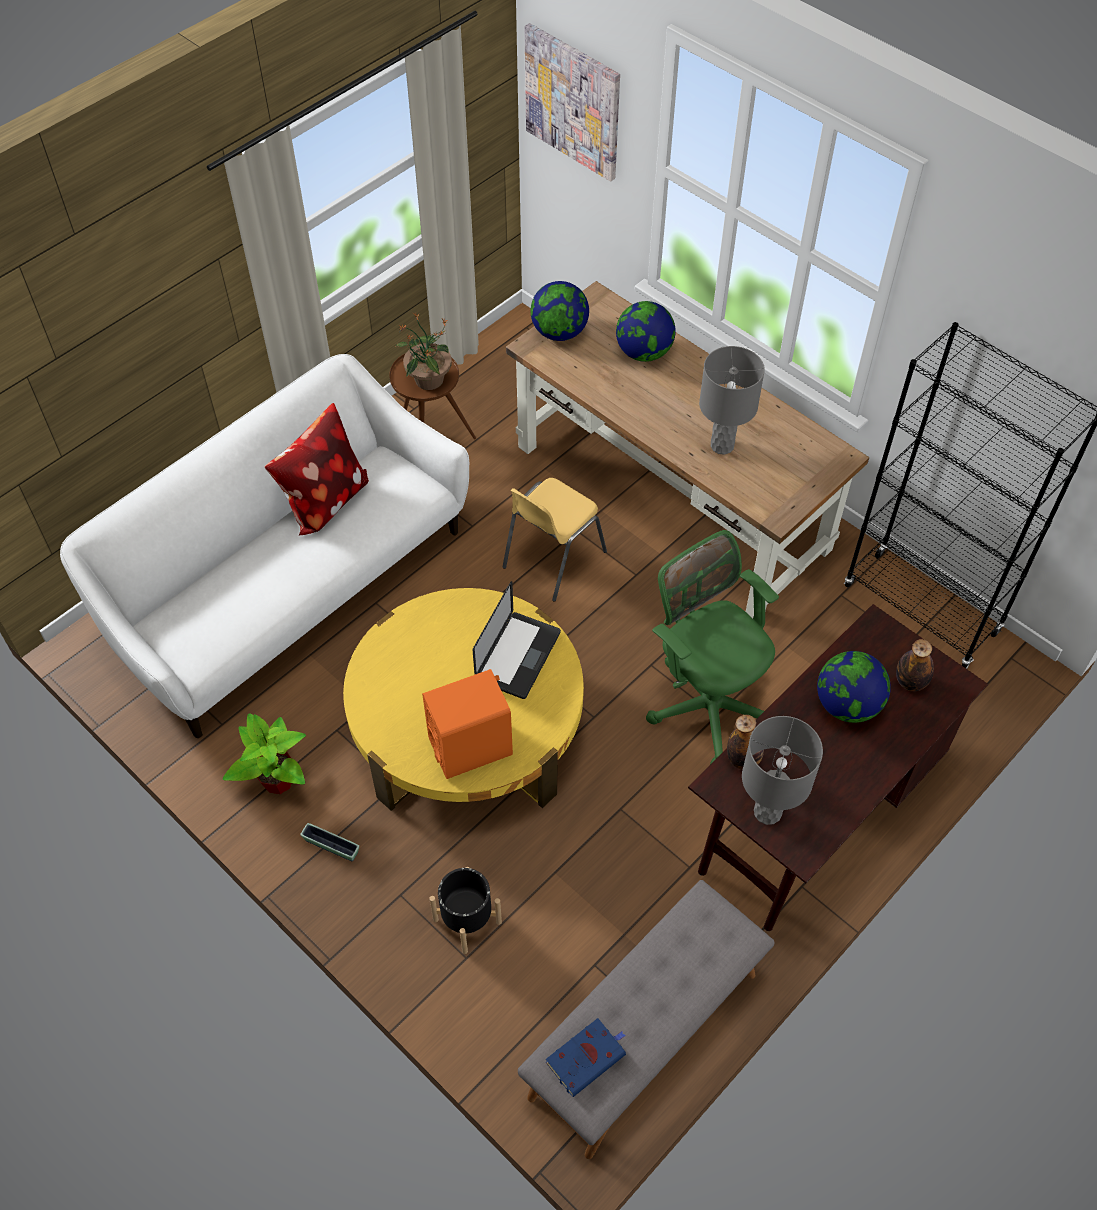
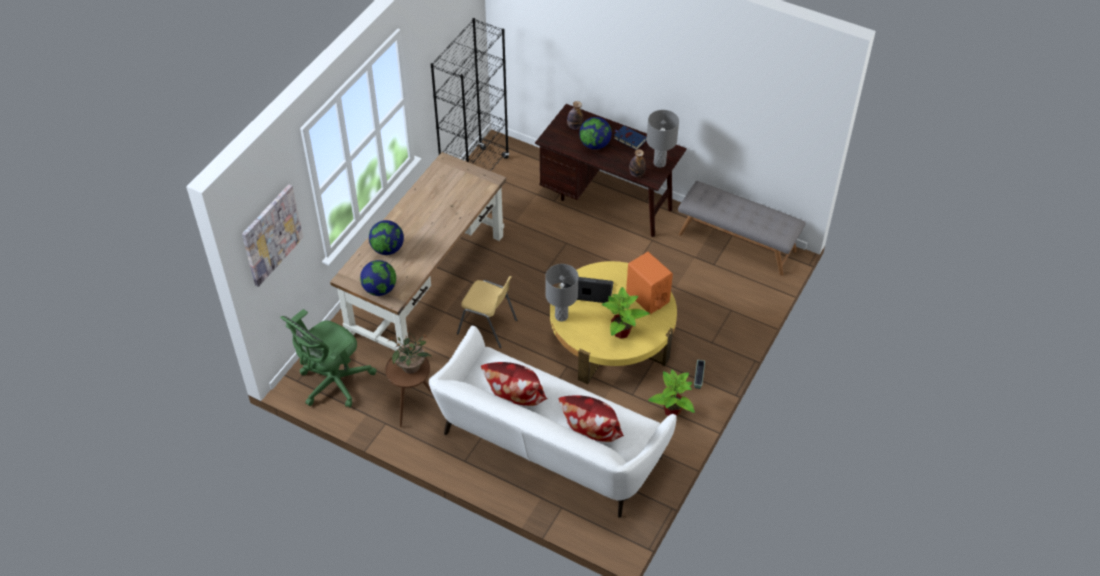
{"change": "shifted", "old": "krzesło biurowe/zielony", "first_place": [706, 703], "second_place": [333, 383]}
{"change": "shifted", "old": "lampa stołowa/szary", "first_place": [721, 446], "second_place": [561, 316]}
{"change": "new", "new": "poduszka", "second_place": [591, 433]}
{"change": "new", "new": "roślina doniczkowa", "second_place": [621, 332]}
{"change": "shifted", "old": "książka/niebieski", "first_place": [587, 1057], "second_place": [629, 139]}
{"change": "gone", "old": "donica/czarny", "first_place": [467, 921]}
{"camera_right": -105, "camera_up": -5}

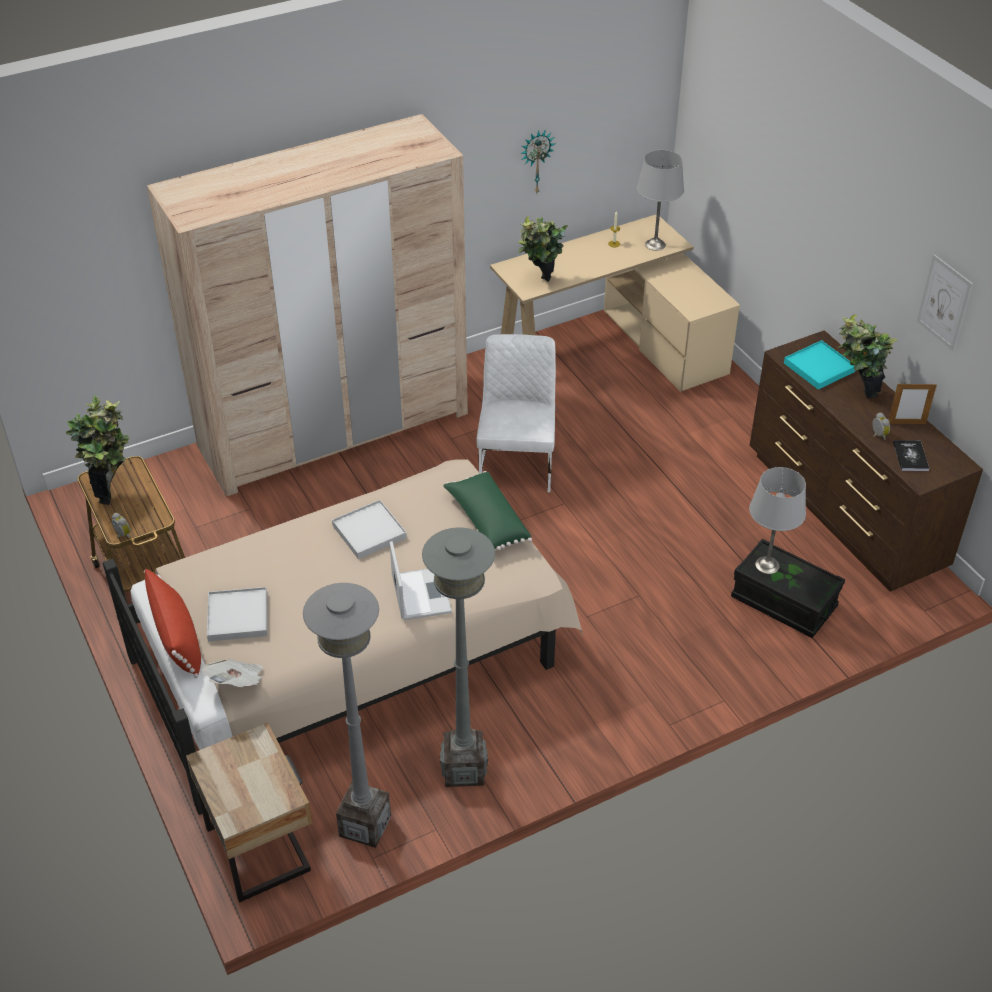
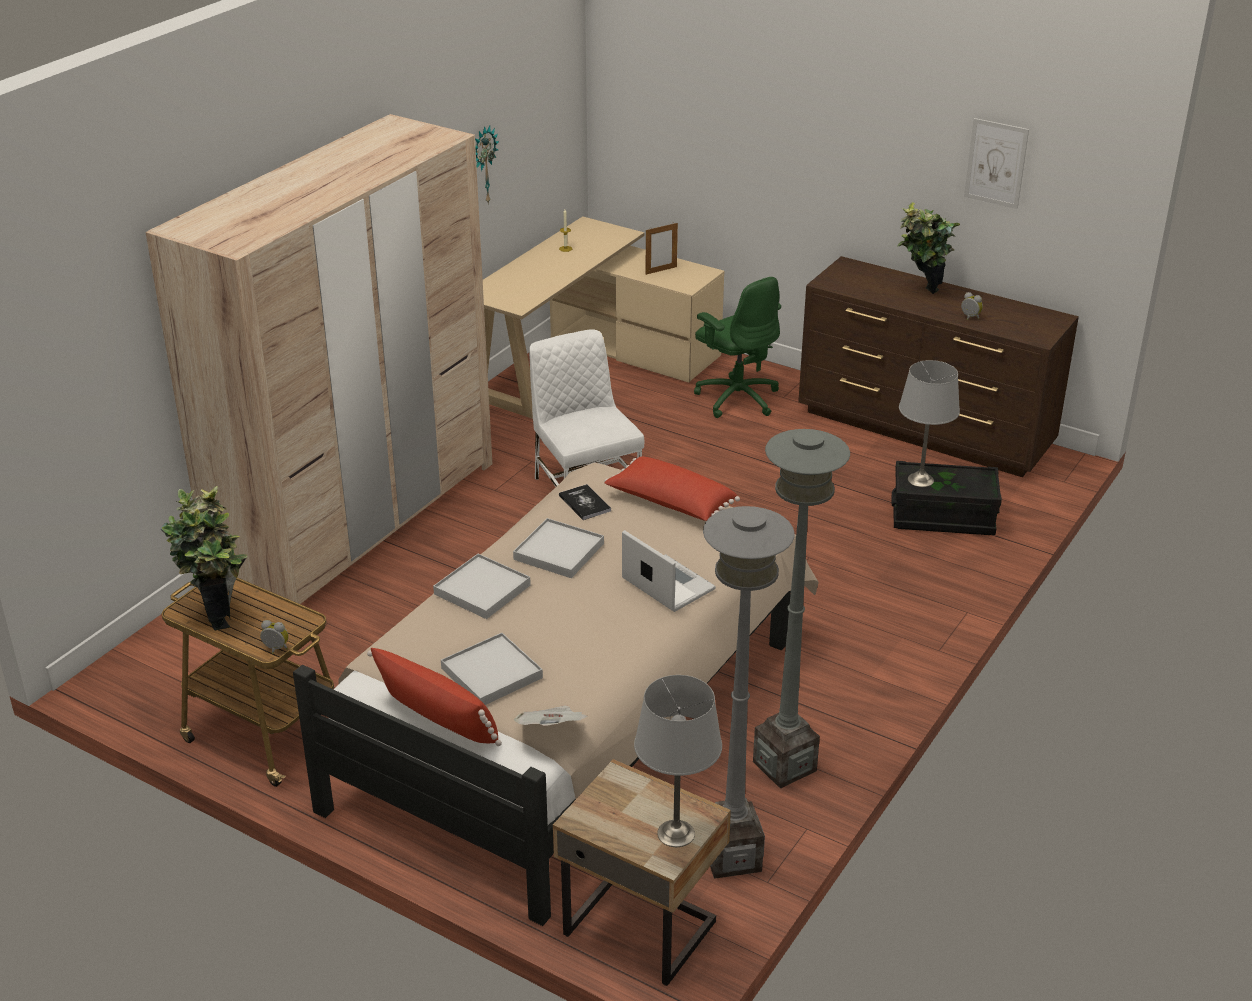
{"change": "new", "new": "taca/biały", "second_place": [482, 589]}
{"change": "shifted", "old": "książka", "first_place": [910, 456], "second_place": [584, 503]}
{"change": "repainted", "old": "poduszka/zielony", "new": "poduszka/czerwony", "first_place": [486, 521], "second_place": [670, 503]}
{"change": "shifted", "old": "lampa stołowa/szary", "first_place": [655, 245], "second_place": [676, 834]}
{"change": "shifted", "old": "ramka na zdjęcie", "first_place": [906, 423], "second_place": [661, 270]}
{"change": "new", "new": "krzesło biurowe/zielony", "second_place": [737, 398]}
{"change": "gone", "old": "roślina doniczkowa", "first_place": [540, 286]}
{"change": "gone", "old": "taca/turkusowy", "first_place": [819, 367]}
{"camera_right": -30, "camera_up": -10}

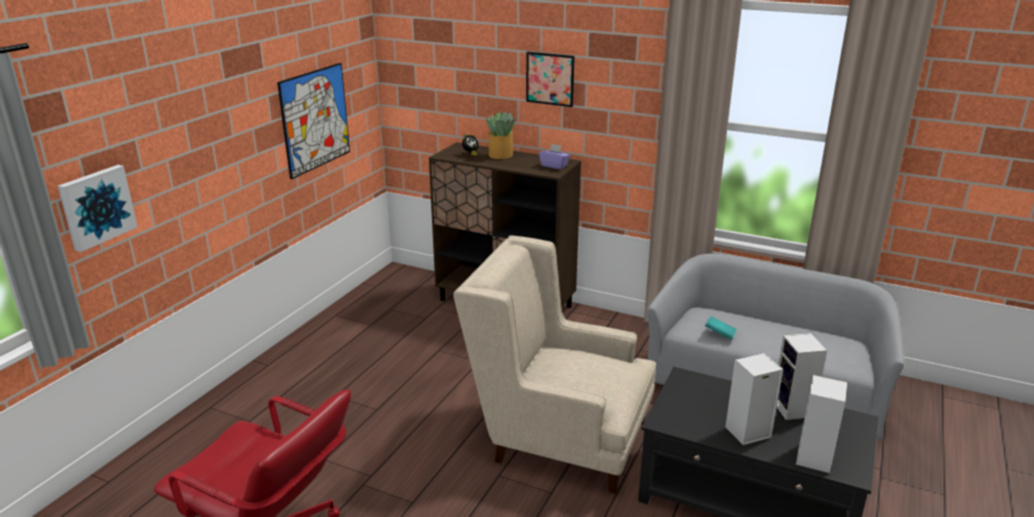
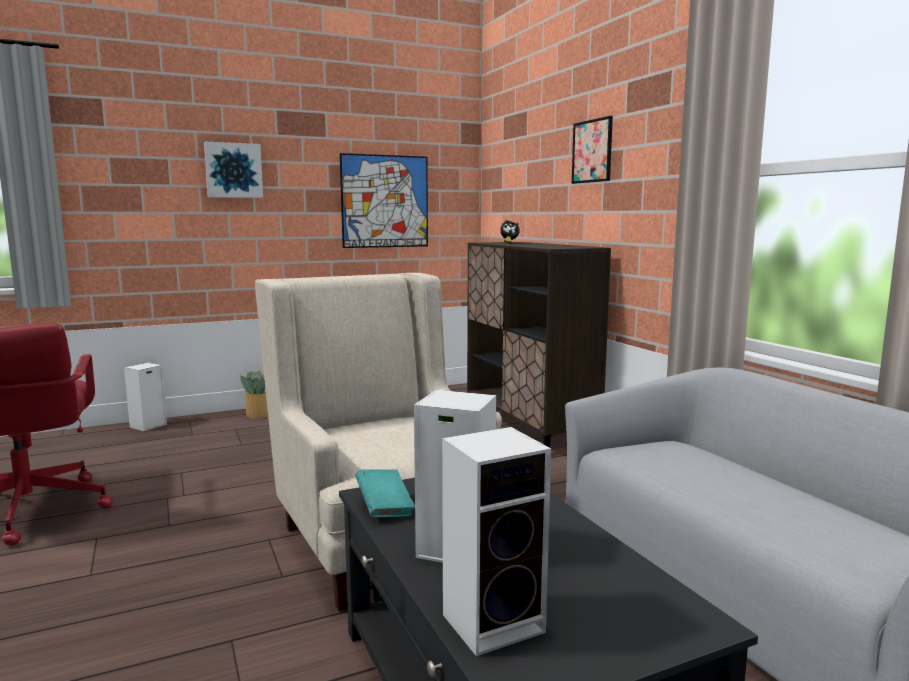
{"change": "shifted", "old": "głośnik", "first_place": [794, 409], "second_place": [147, 426]}
{"change": "shifted", "old": "obraz", "first_place": [96, 206], "second_place": [233, 170]}
{"change": "shifted", "old": "roślina doniczkowa", "first_place": [500, 155], "second_place": [259, 414]}
{"change": "shifted", "old": "książka/turkusowy", "first_place": [719, 335], "second_place": [384, 508]}
{"change": "gone", "old": "pudełko chusteczek/fioletowy", "first_place": [554, 166]}
{"camera_right": 40, "camera_up": -15}

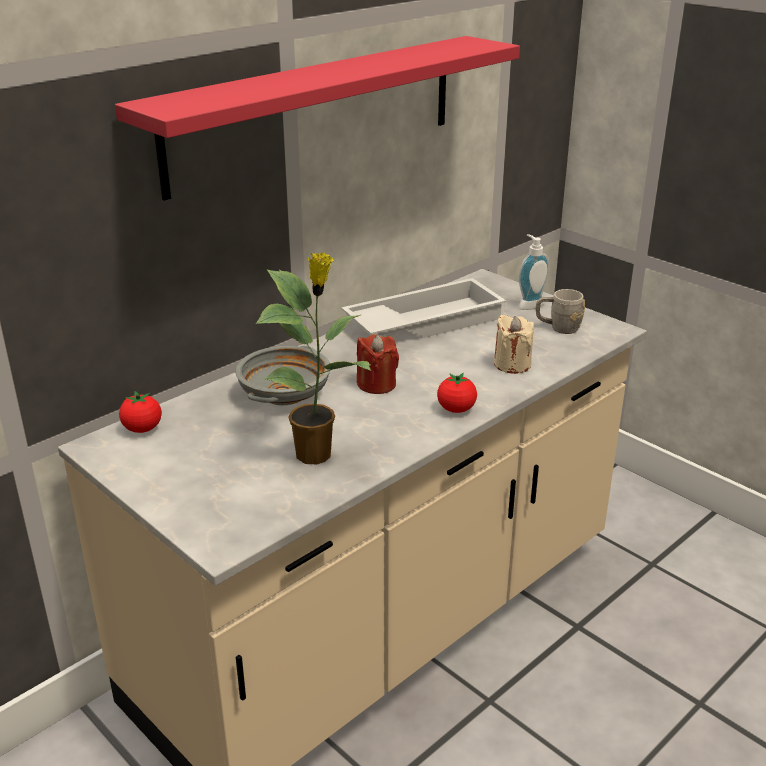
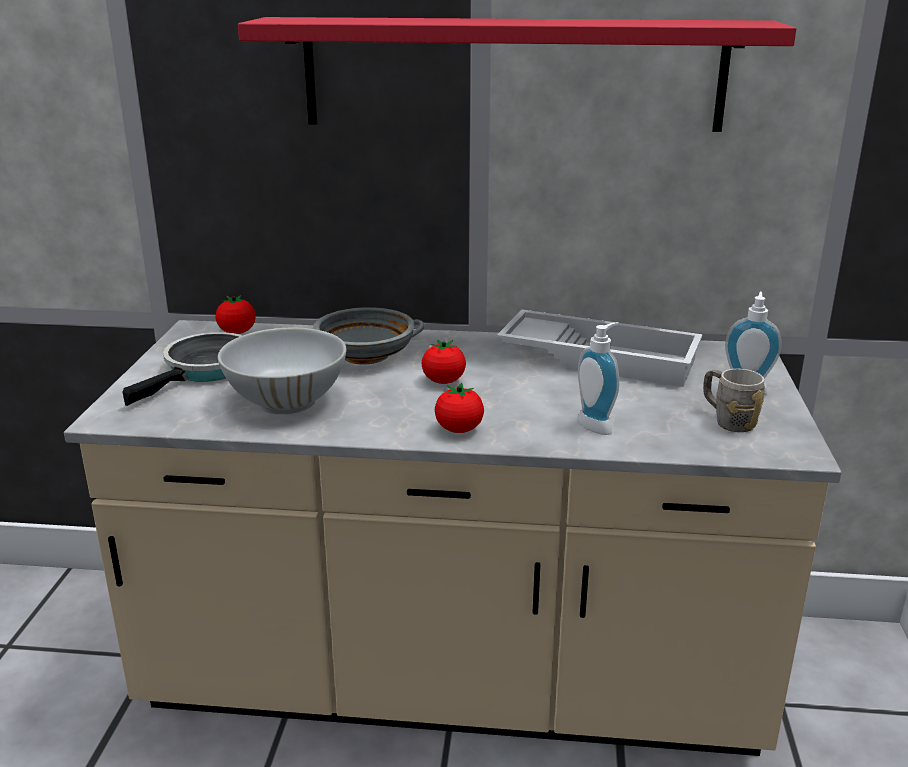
{"change": "new", "new": "patelnia", "second_place": [205, 370]}
{"change": "swapped", "old": "roślina doniczkowa", "new": "miska/biały", "first_place": [316, 454], "second_place": [286, 401]}
{"change": "swapped", "old": "świeca/czerwony", "new": "pomidor", "first_place": [376, 384], "second_place": [443, 381]}
{"change": "swapped", "old": "świeca/beżowy", "new": "dozownik mydła", "first_place": [512, 364], "second_place": [598, 425]}
{"camera_right": 50, "camera_up": -5}

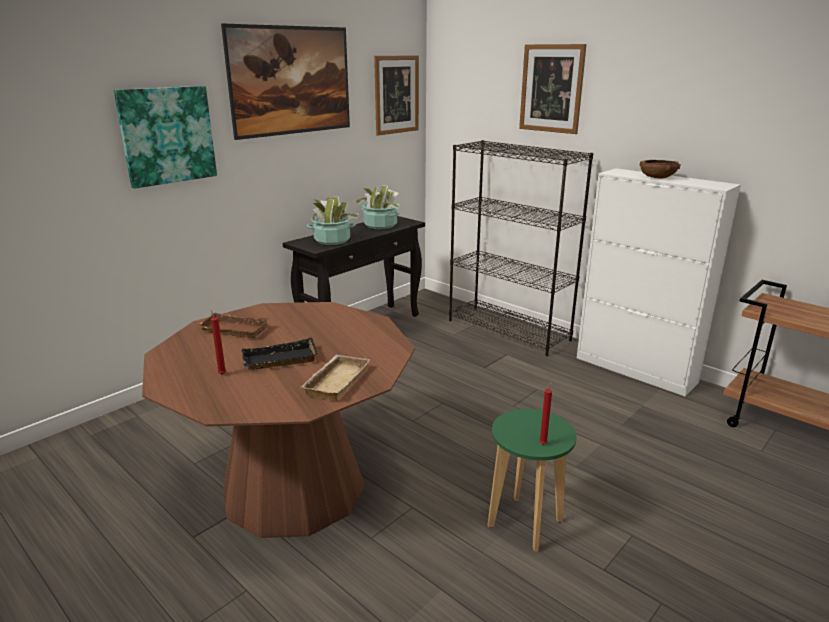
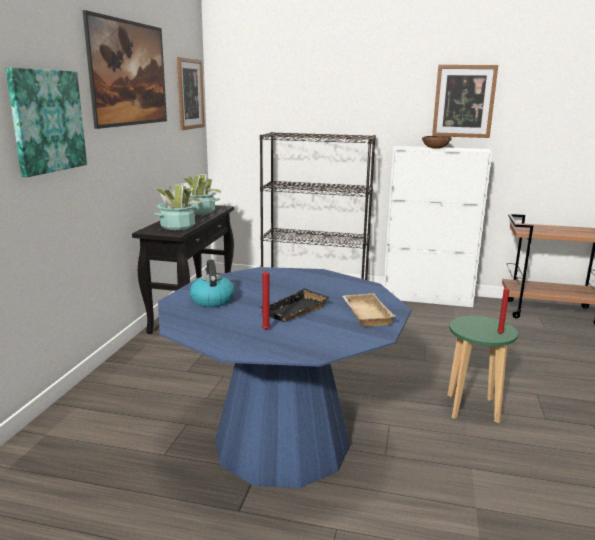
{"change": "repainted", "old": "stół jadalny/brązowy", "new": "stół jadalny/niebieski", "first_place": [294, 488], "second_place": [282, 442]}
{"change": "swapped", "old": "taca/brązowy", "new": "czajnik", "first_place": [232, 331], "second_place": [212, 300]}
{"change": "shifted", "old": "obraz", "first_place": [551, 88], "second_place": [464, 101]}
{"camera_right": -30, "camera_up": -5}

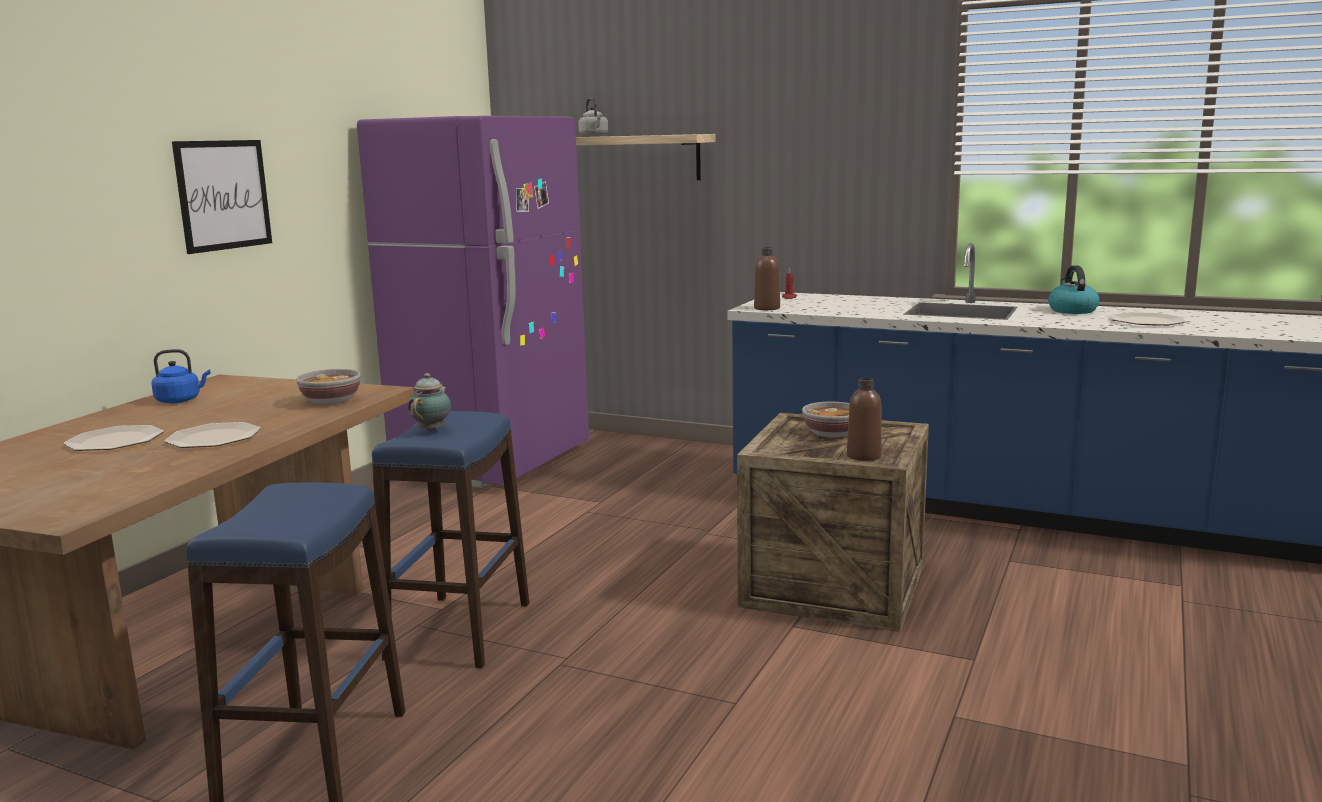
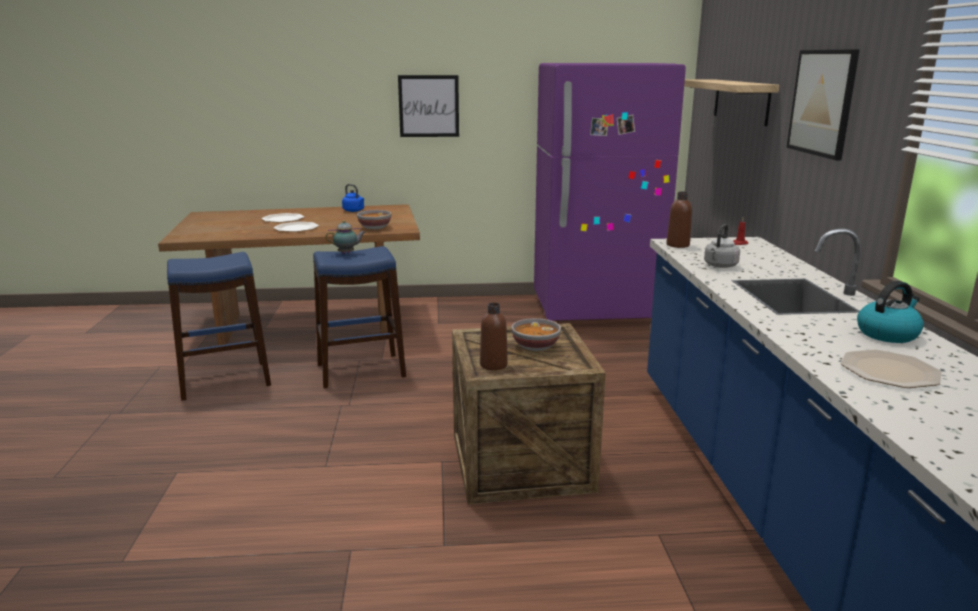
{"change": "shifted", "old": "czajnik/szary", "first_place": [594, 136], "second_place": [719, 266]}
{"change": "new", "new": "obraz", "second_place": [822, 102]}
{"camera_right": 60, "camera_up": 5}

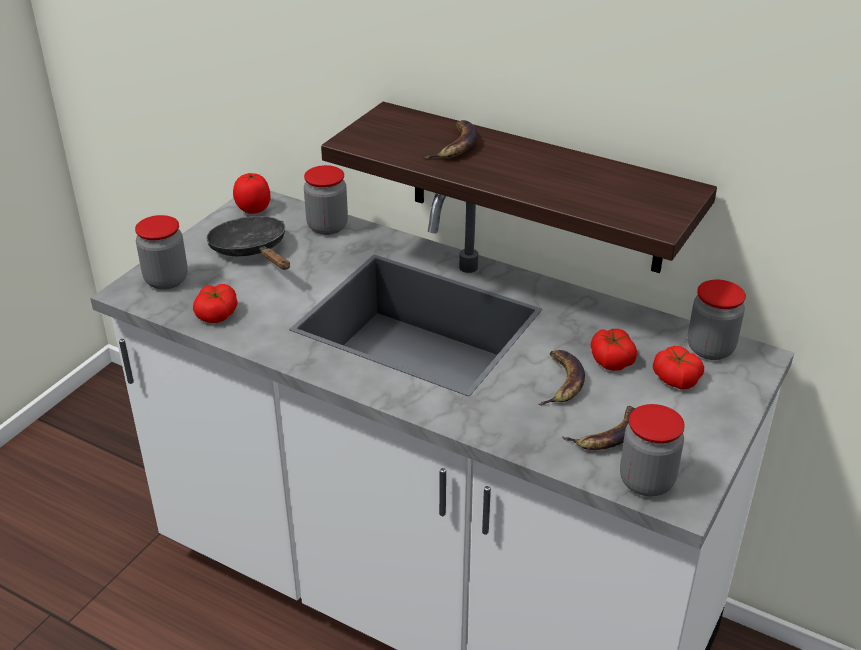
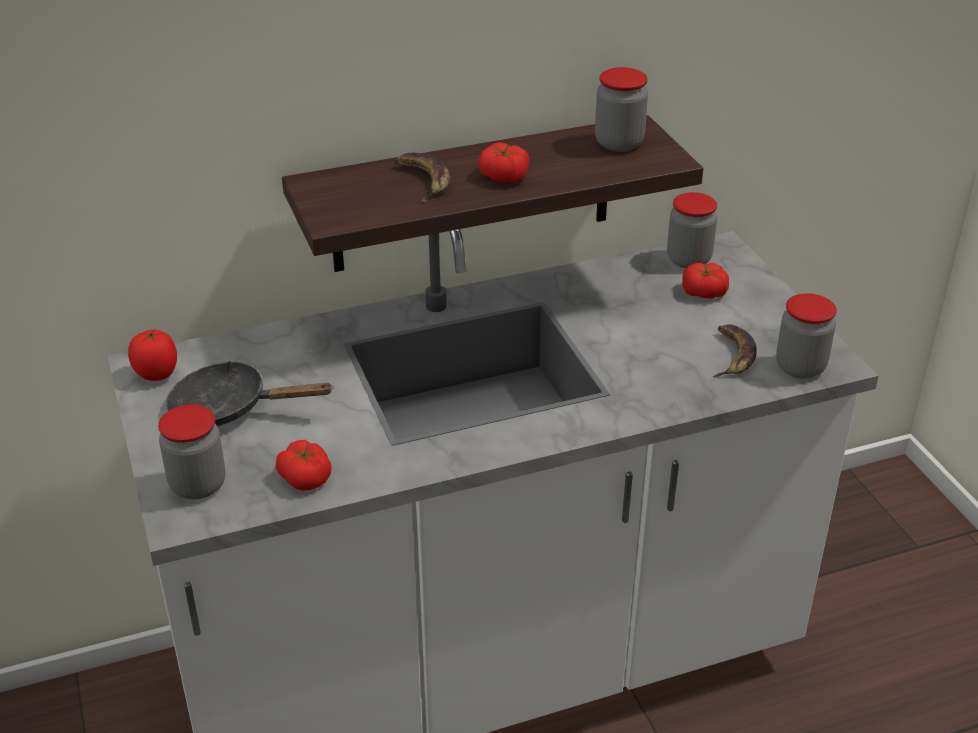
{"change": "shifted", "old": "pomidor", "first_place": [611, 360], "second_place": [503, 176]}
{"change": "shifted", "old": "słoik", "first_place": [327, 226], "second_place": [619, 143]}
{"change": "gone", "old": "banan", "first_place": [561, 381]}
{"camera_right": -50, "camera_up": 0}

